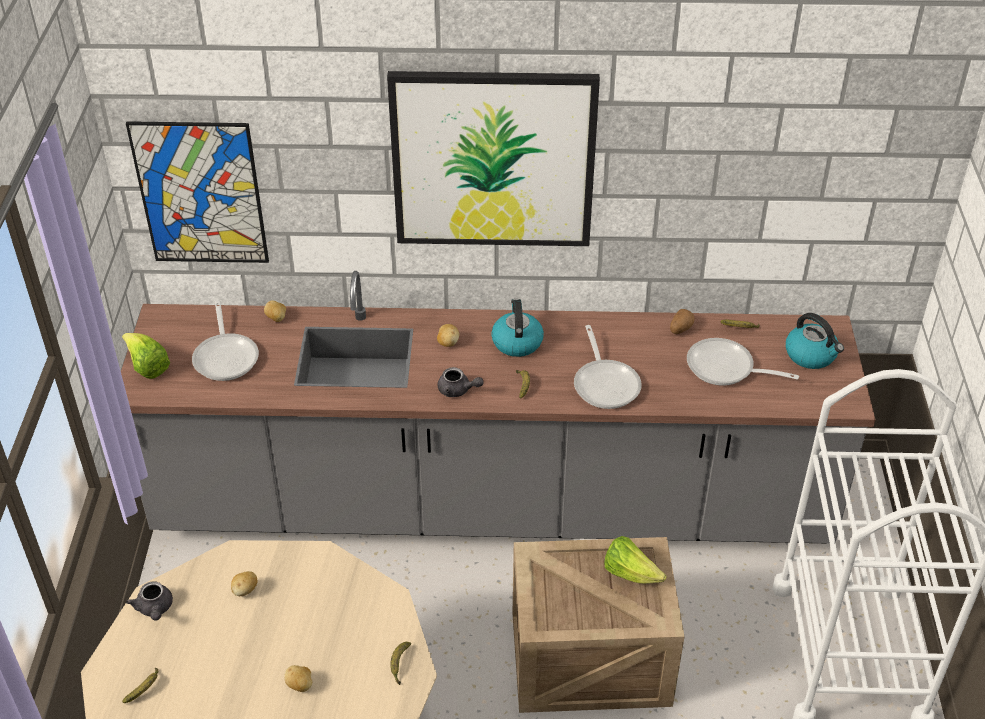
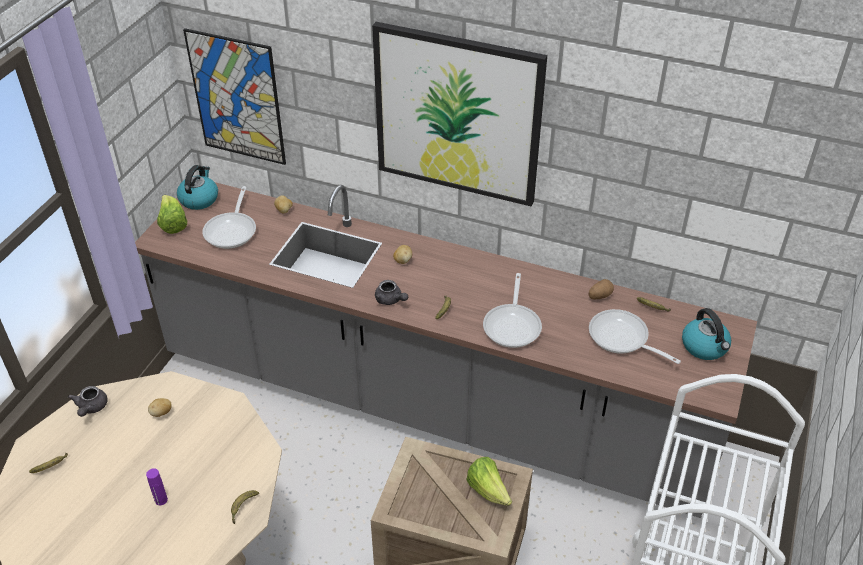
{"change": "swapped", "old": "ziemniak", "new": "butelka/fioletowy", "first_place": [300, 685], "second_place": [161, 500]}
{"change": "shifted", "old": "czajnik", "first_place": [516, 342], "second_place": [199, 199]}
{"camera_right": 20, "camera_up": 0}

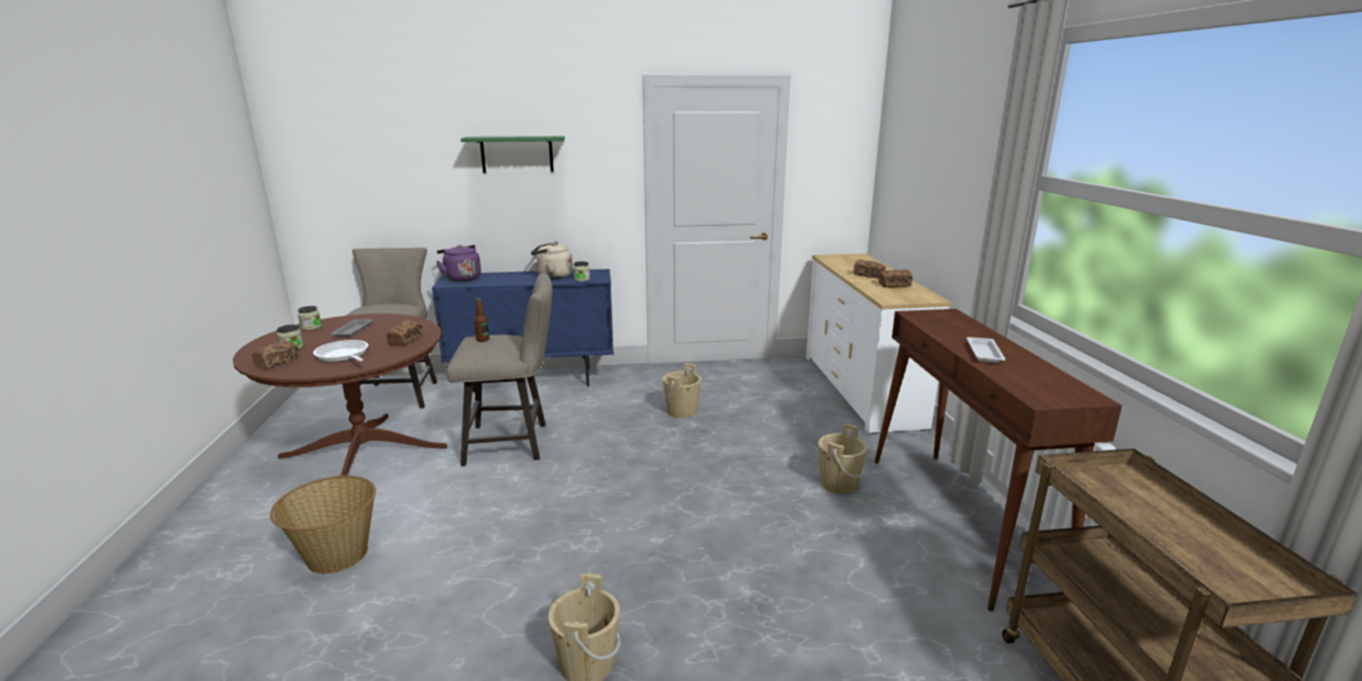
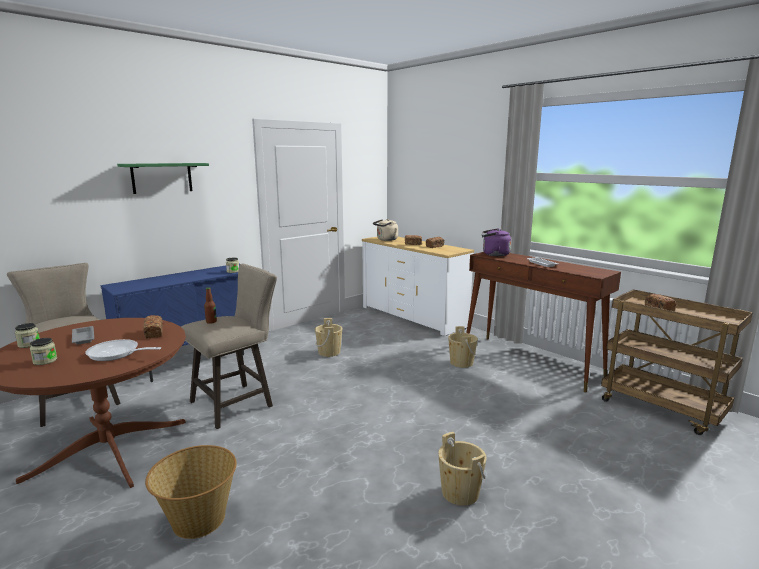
{"change": "shifted", "old": "czajnik/beżowy", "first_place": [552, 276], "second_place": [386, 239]}
{"change": "shifted", "old": "czajnik/fioletowy", "first_place": [461, 278], "second_place": [494, 254]}
{"change": "shifted", "old": "chleb", "first_place": [277, 362], "second_place": [658, 309]}
{"camera_right": -35, "camera_up": -5}

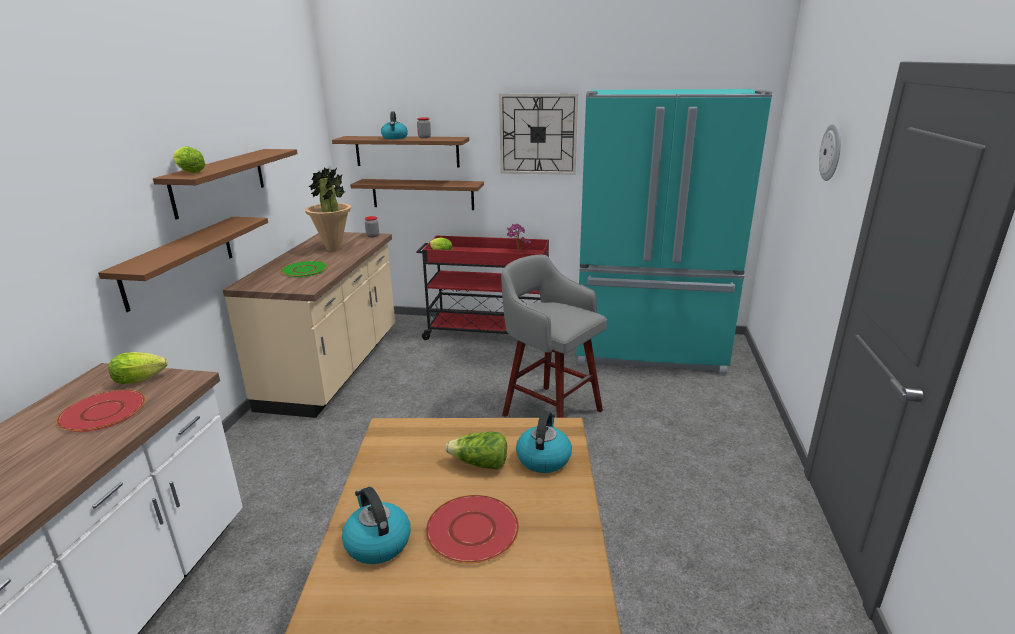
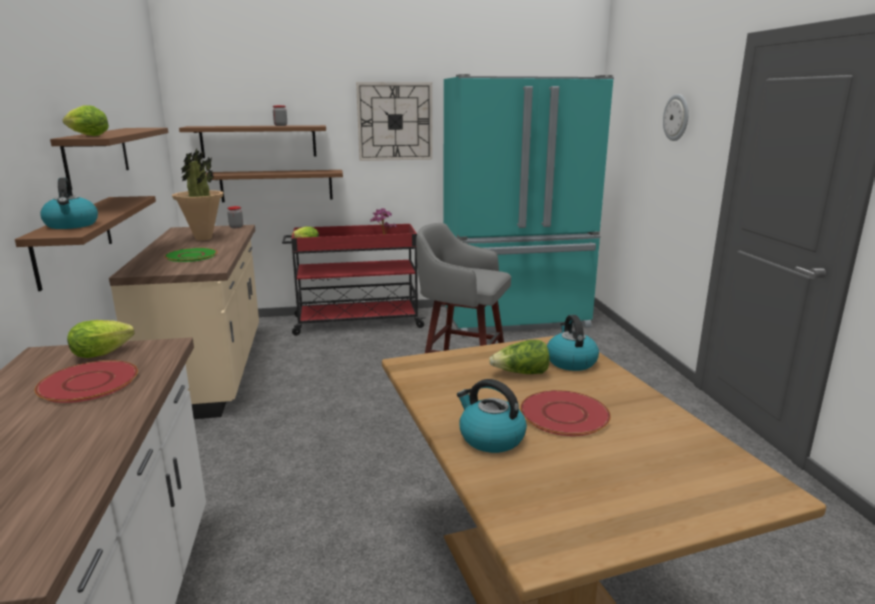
{"change": "shifted", "old": "czajnik", "first_place": [395, 138], "second_place": [72, 225]}
{"camera_right": -20, "camera_up": -5}

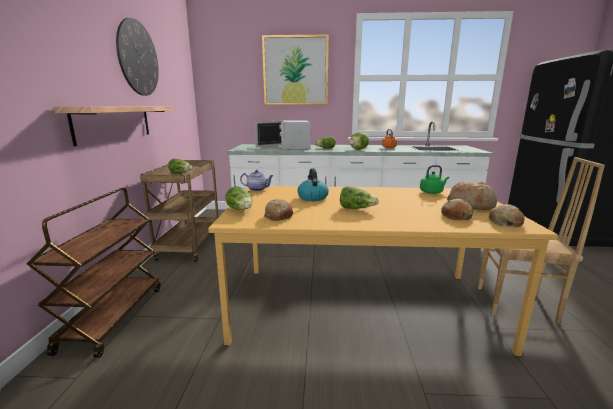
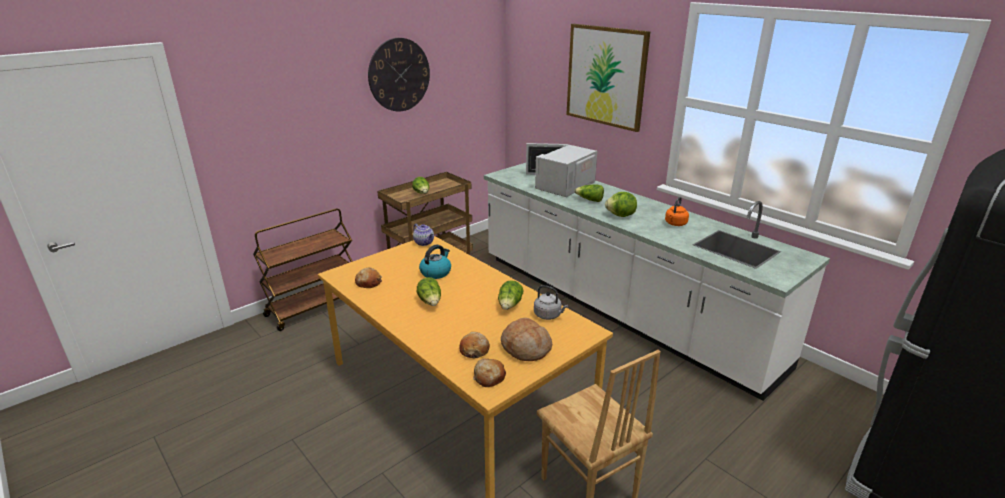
{"change": "shifted", "old": "sałata", "first_place": [241, 210], "second_place": [510, 305]}
{"change": "repainted", "old": "czajnik/zielony", "new": "czajnik/szary", "first_place": [432, 192], "second_place": [549, 315]}
{"change": "gone", "old": "półka", "first_place": [114, 123]}
{"camera_right": 45, "camera_up": 10}

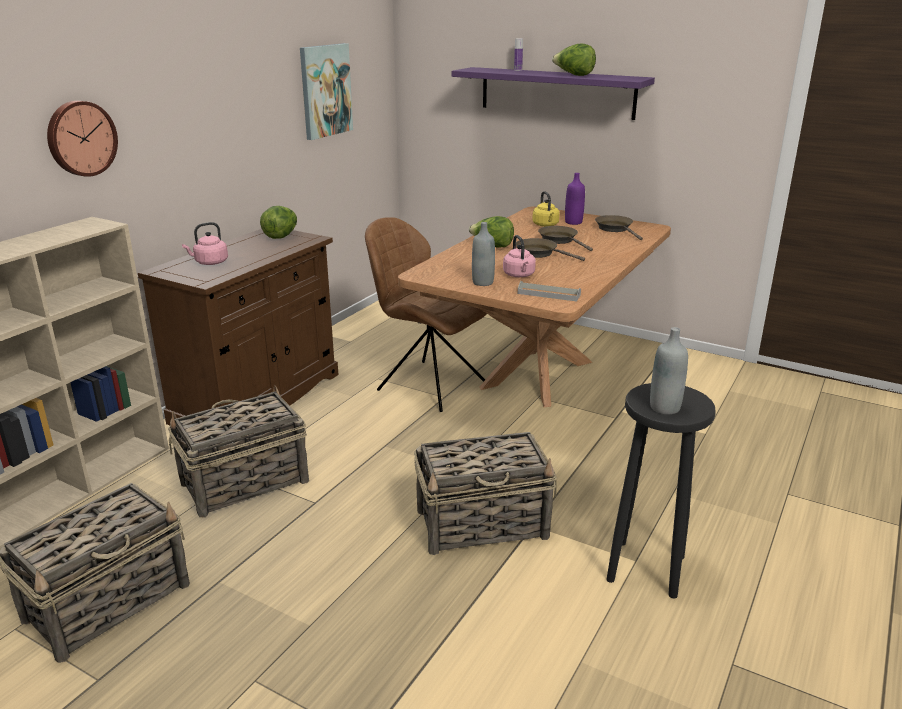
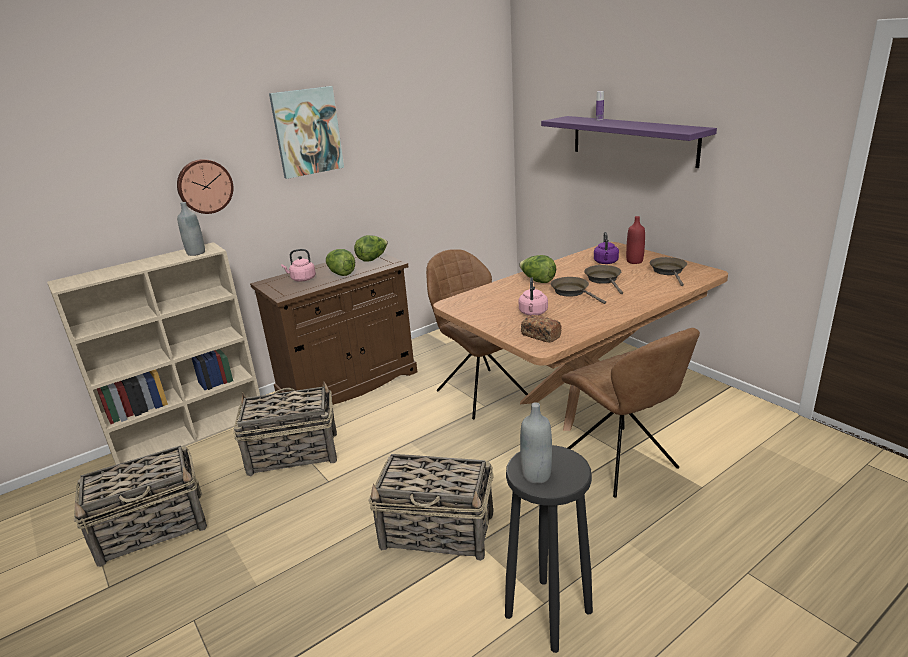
{"change": "shifted", "old": "butelka/szary", "first_place": [483, 282], "second_place": [196, 253]}
{"change": "shifted", "old": "obraz", "first_place": [325, 90], "second_place": [307, 132]}
{"change": "shifted", "old": "sałata", "first_place": [574, 75], "second_place": [341, 273]}
{"change": "swapped", "old": "taca/szary", "new": "chleb", "first_place": [549, 294], "second_place": [540, 336]}
{"change": "new", "new": "krzesło/brązowy", "second_place": [622, 463]}
{"change": "repainted", "old": "czajnik/żółty", "new": "czajnik/fioletowy", "first_place": [546, 225], "second_place": [606, 262]}
{"change": "repainted", "old": "butelka/fioletowy", "new": "butelka/czerwony", "first_place": [573, 222], "second_place": [634, 261]}
{"camera_right": 25, "camera_up": 0}

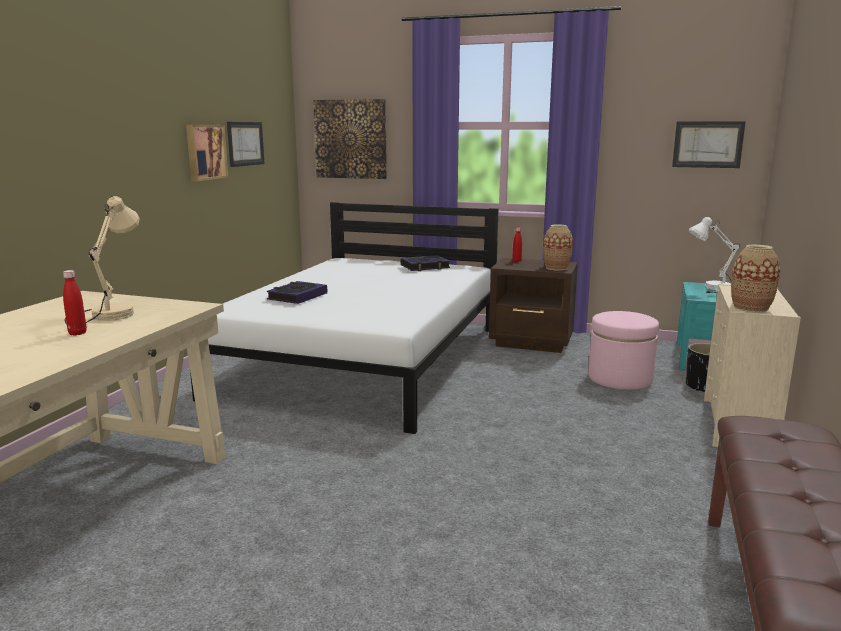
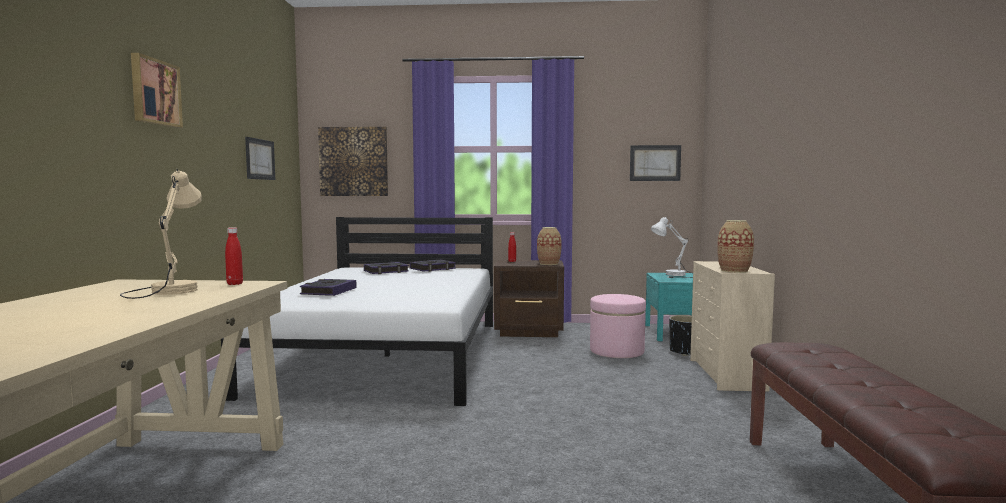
{"change": "shifted", "old": "obraz", "first_place": [205, 152], "second_place": [154, 92]}
{"change": "shifted", "old": "butelka/czerwony", "first_place": [77, 333], "second_place": [234, 284]}
{"change": "new", "new": "książka", "second_place": [386, 271]}
{"camera_right": -15, "camera_up": -10}

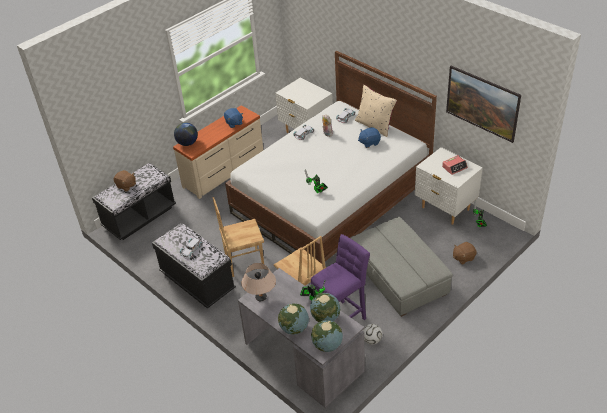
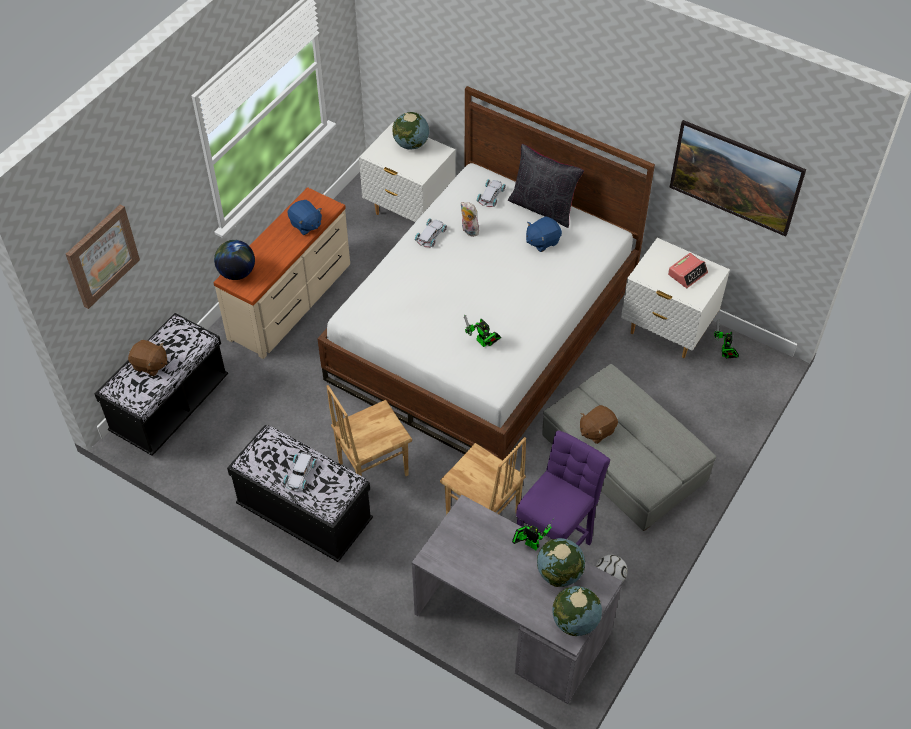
{"change": "new", "new": "obraz", "second_place": [101, 255]}
{"change": "shifted", "old": "globus", "first_place": [294, 328], "second_place": [411, 144]}
{"change": "repainted", "old": "poduszka/beżowy", "new": "poduszka/czarny", "first_place": [375, 125], "second_place": [543, 207]}
{"change": "shifted", "old": "pluszak/brązowy", "first_place": [463, 257], "second_place": [596, 431]}
{"change": "gone", "old": "lampa stołowa/beżowy", "first_place": [261, 297]}
{"camera_right": -15, "camera_up": 10}

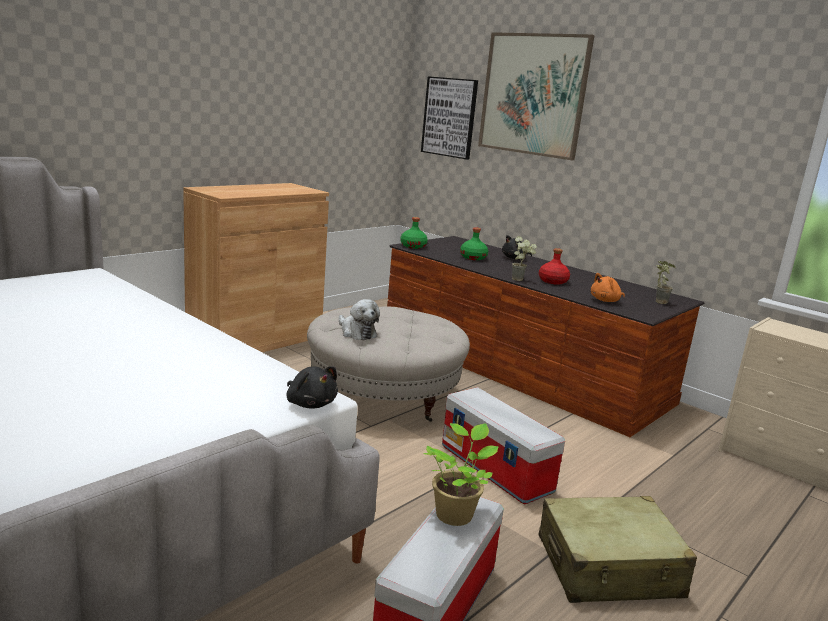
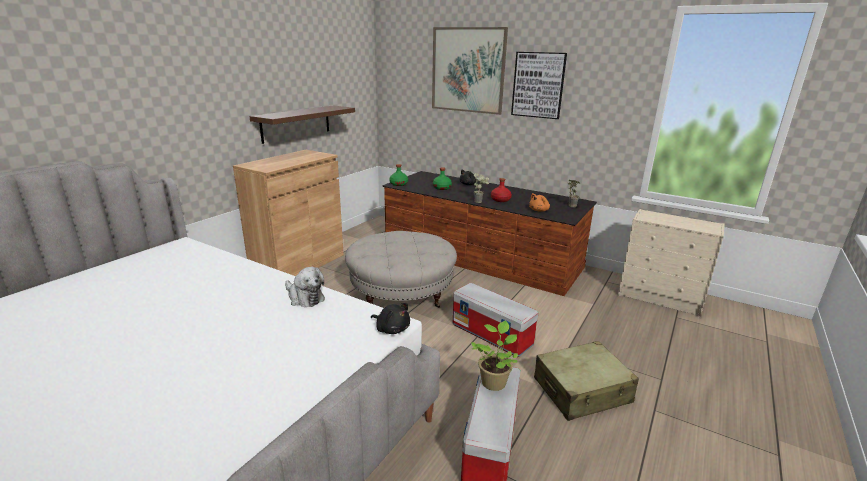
{"change": "new", "new": "półka/brązowy", "second_place": [296, 123]}
{"change": "shifted", "old": "pluszak", "first_place": [356, 333], "second_place": [304, 298]}
{"change": "shifted", "old": "obraz", "first_place": [449, 117], "second_place": [538, 85]}
{"camera_right": -10, "camera_up": 5}

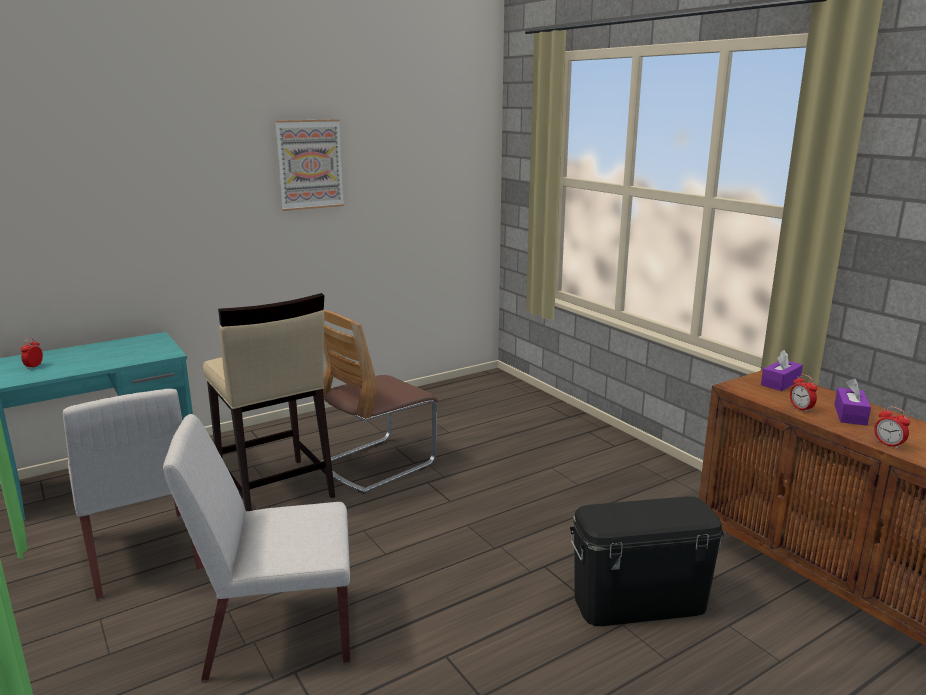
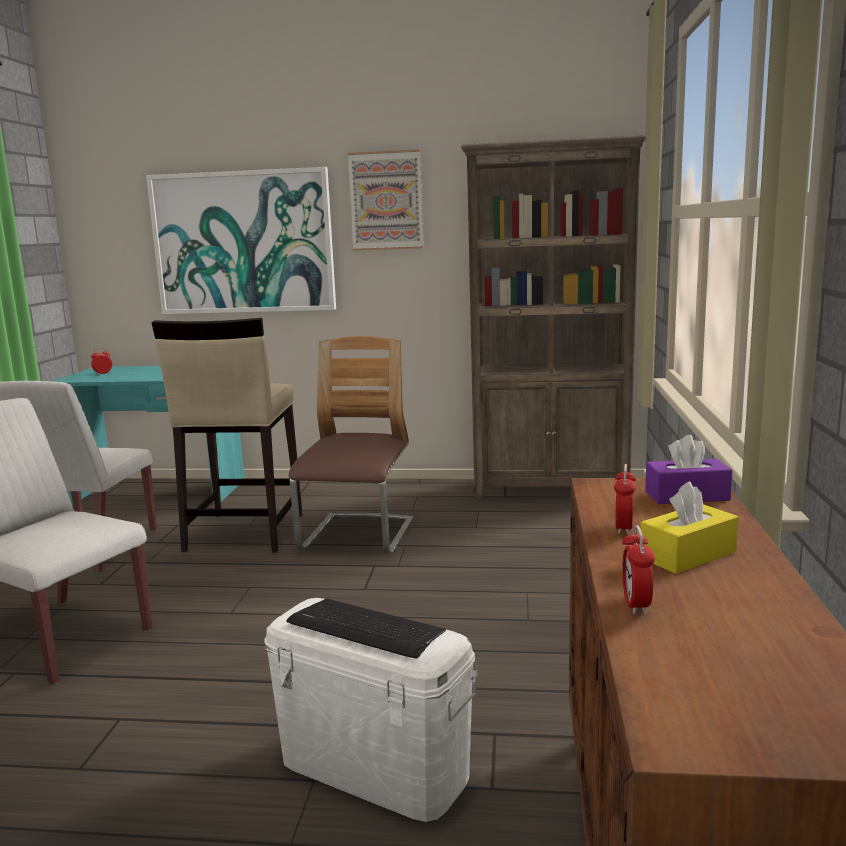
{"change": "new", "new": "obraz", "second_place": [243, 242]}
{"change": "repainted", "old": "pojemnik do przechowywania/czarny", "new": "pojemnik do przechowywania/biały", "first_place": [639, 602], "second_place": [373, 768]}
{"change": "new", "new": "klawiatura", "second_place": [365, 629]}
{"change": "rotated", "old": "krzesło", "first_place": [377, 464], "second_place": [357, 537], "degrees": 105}
{"change": "new", "new": "regał/brązowy", "second_place": [551, 489]}
{"change": "repainted", "old": "pudełko chusteczek/fioletowy", "new": "pudełko chusteczek/żółty", "first_place": [850, 415], "second_place": [687, 555]}
{"camera_right": 40, "camera_up": -5}

